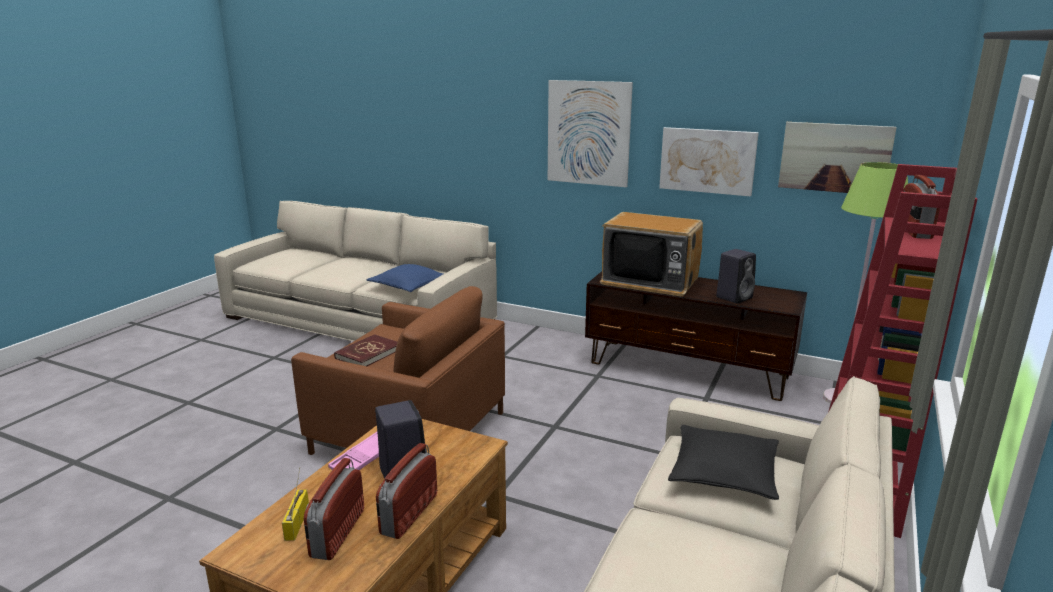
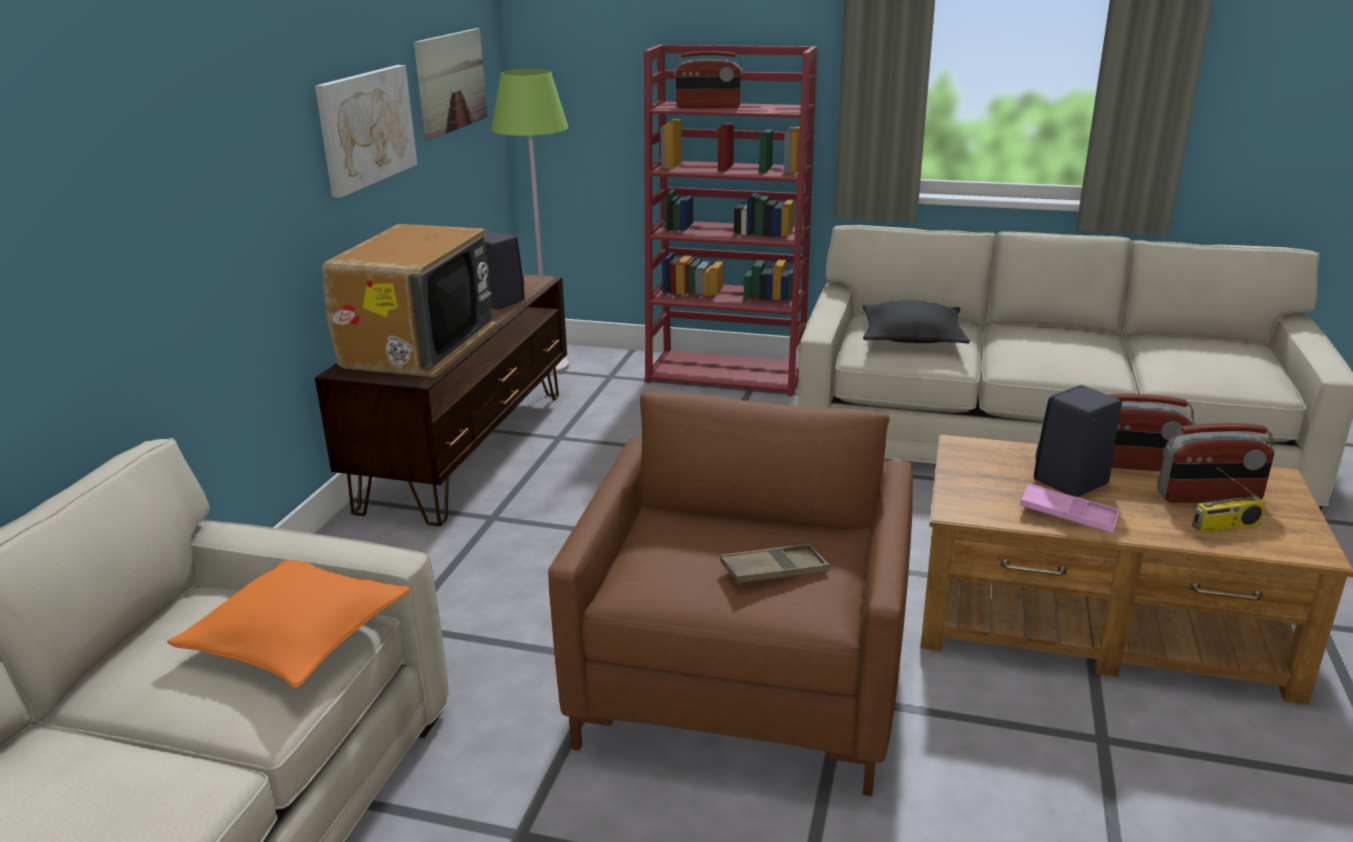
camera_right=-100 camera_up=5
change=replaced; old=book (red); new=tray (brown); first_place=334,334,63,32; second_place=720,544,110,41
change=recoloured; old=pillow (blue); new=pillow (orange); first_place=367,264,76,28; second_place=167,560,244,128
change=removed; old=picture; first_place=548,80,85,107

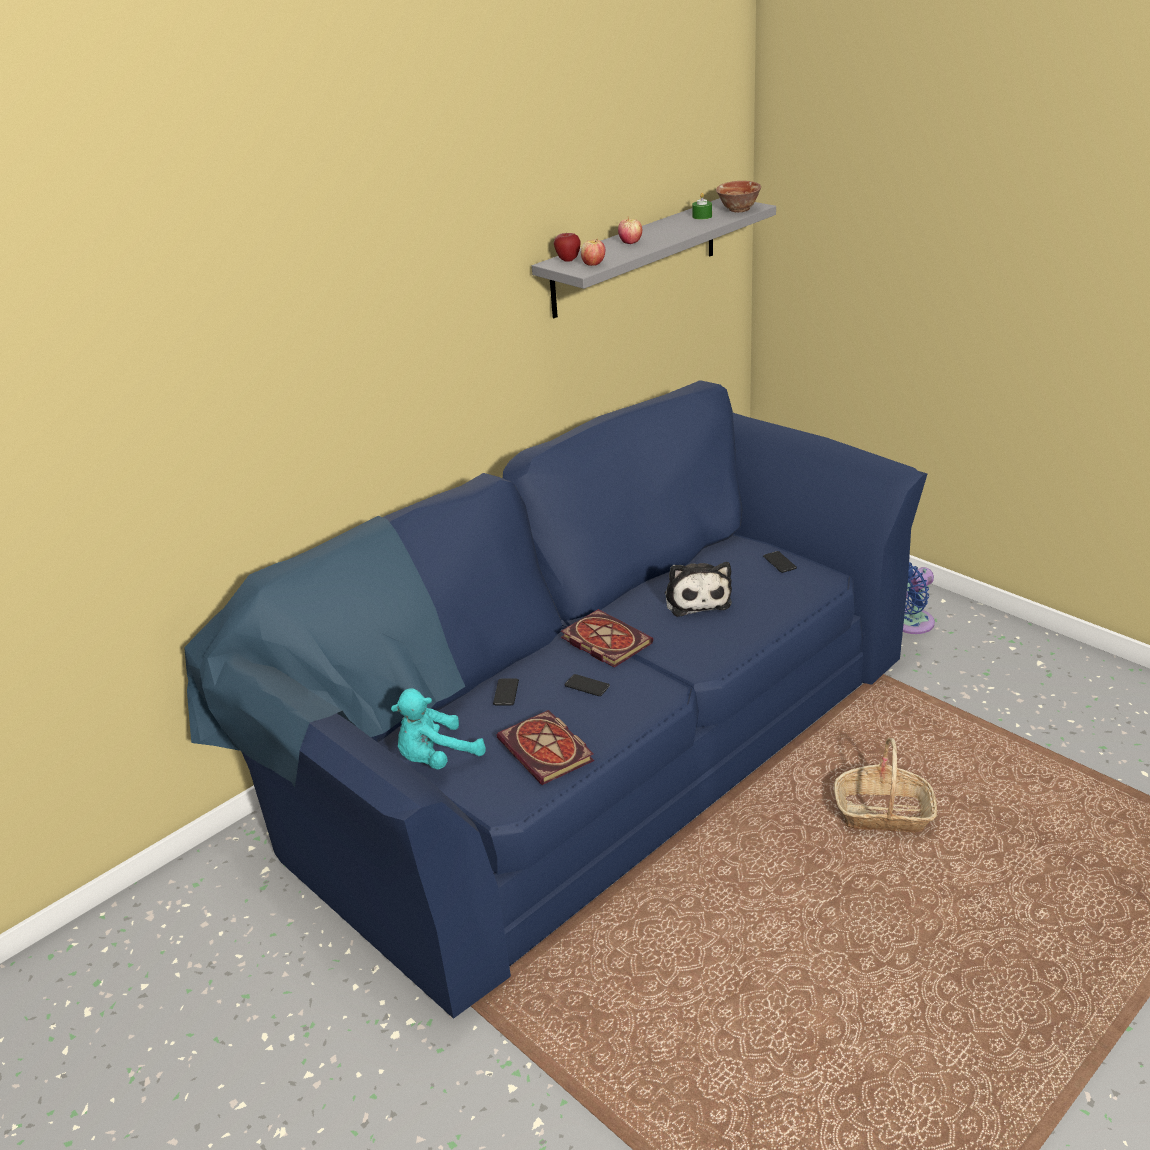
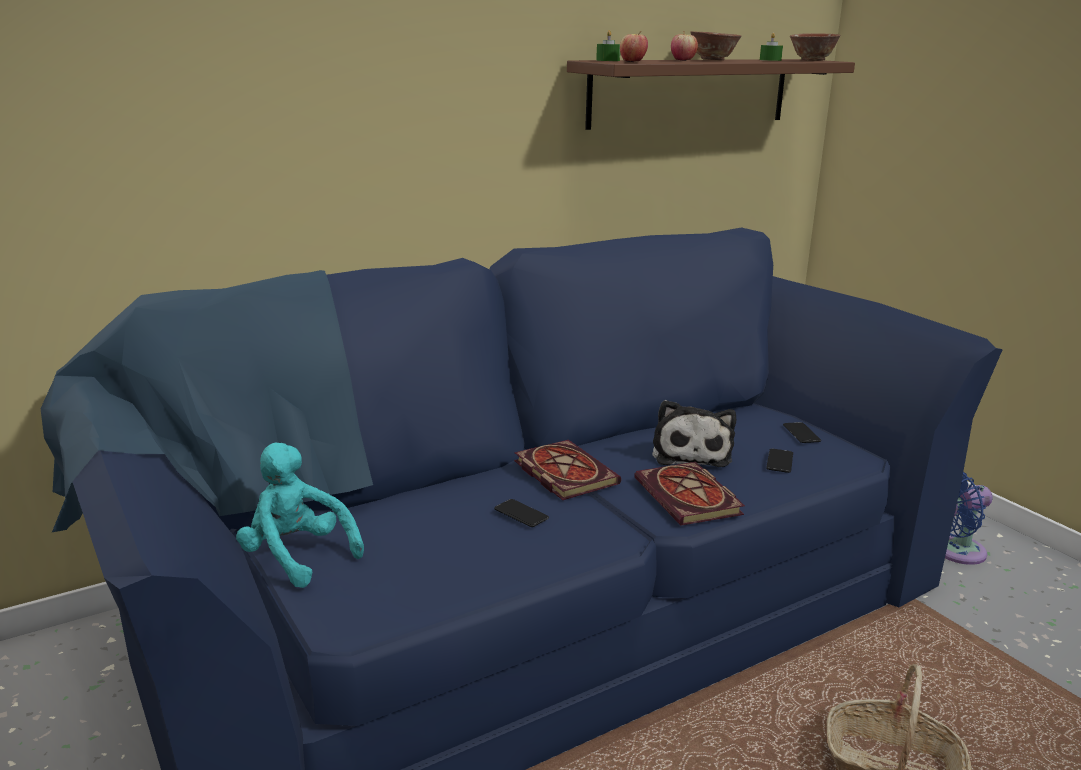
camera_right=10 camera_up=-10
change=turned; old=plush toy (turquoise); first_place=391,688,95,82; second_place=236,443,128,145; degrees=60
change=moved; old=phone; first_place=493,679,26,26; second_place=766,449,27,24
change=moved; old=book; first_place=497,710,97,75; second_place=634,462,111,64
change=recoloured; old=shelf (grey); new=shelf (brown); first_place=532,198,244,120; second_place=567,59,288,71
change=replaced; old=apple; new=candle (green); first_place=554,232,27,30; second_place=596,30,24,31
change=added; new=bowl; second_place=690,31,51,30

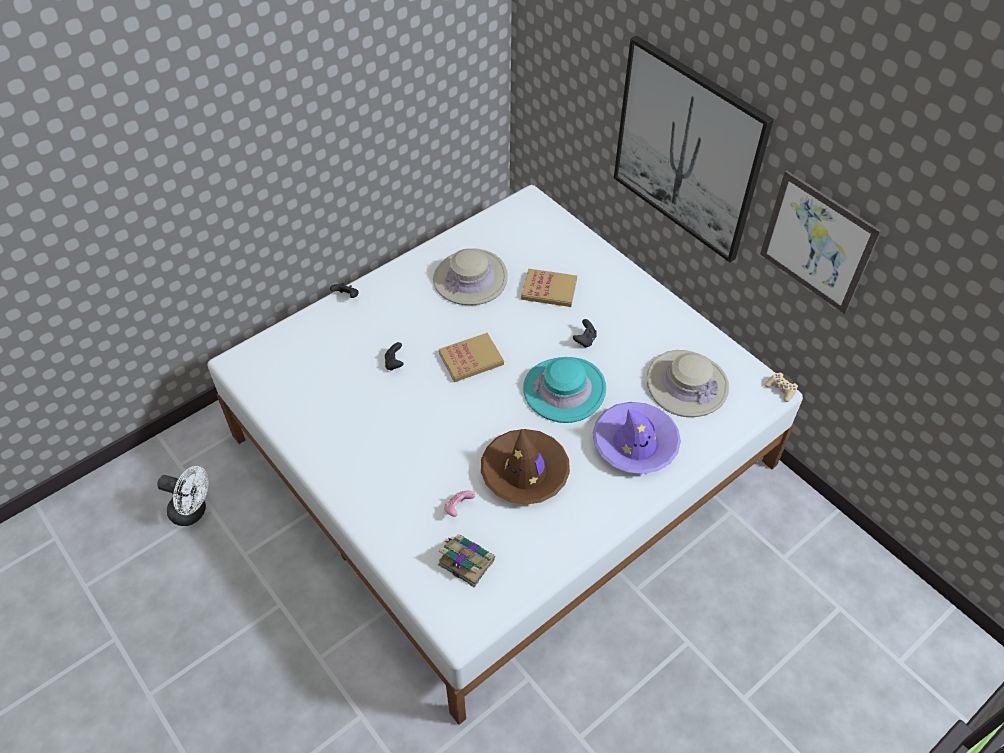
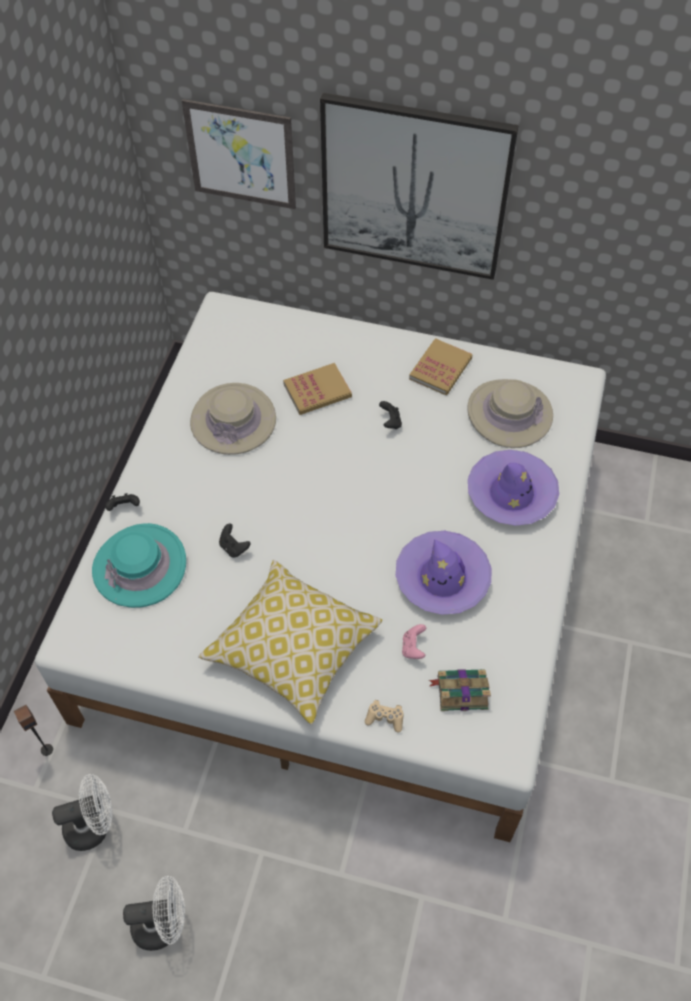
camera_right=-35 camera_up=5
change=moved; old=book; first_place=439,333,65,49; second_place=409,338,63,57
change=recoloured; old=hat (brown); new=hat (purple); first_place=481,429,89,76; second_place=396,531,95,84
change=moved; old=hat (turquoise); first_place=523,357,83,66; second_place=92,523,94,85
change=moved; old=picture; first_place=760,171,121,143; second_place=182,99,114,110
change=moved; old=game controller (beige); first_place=764,372,34,30; second_place=365,700,39,33
change=added; new=speaker; second_place=14,705,39,51
change=added; new=fan (white); second_place=123,876,62,75
change=added; new=pillow; second_place=198,560,184,165

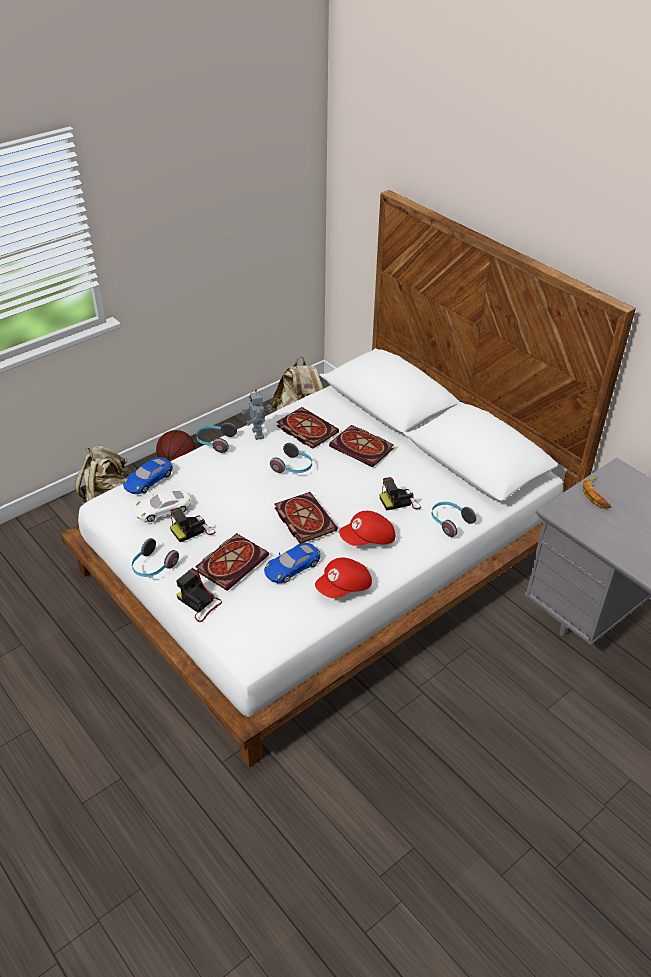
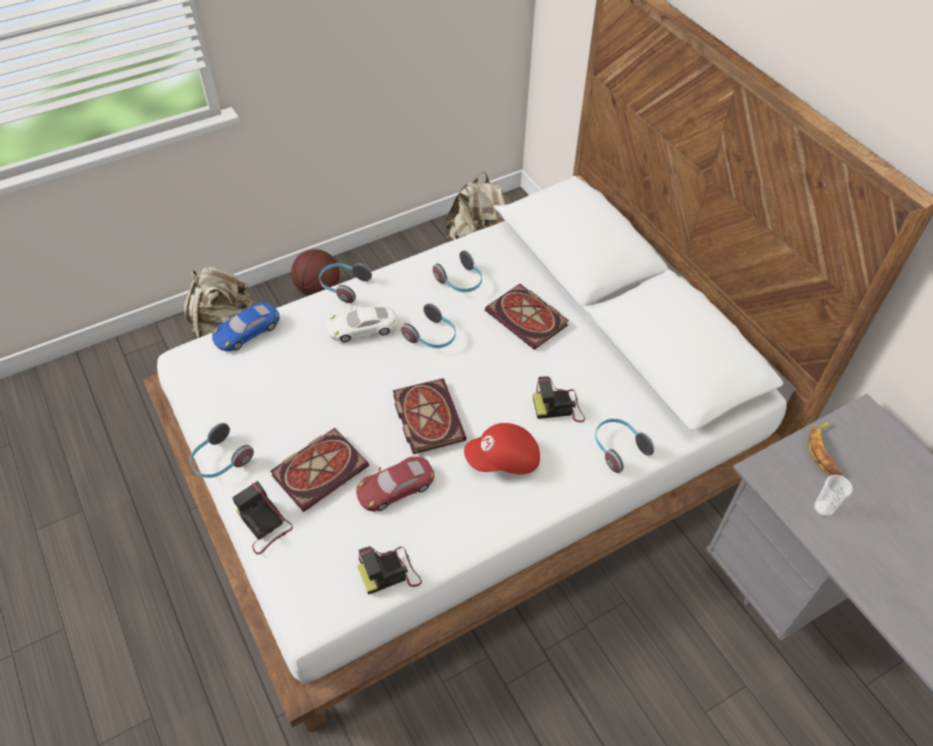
camera_right=10 camera_up=10
change=moved; old=toy car (white); first_place=134,489,58,33; second_place=327,305,70,37
change=moved; old=photo camera; first_place=170,508,45,34; second_place=357,546,65,49
change=removed; old=toy robot; first_place=242,389,30,51
change=recoloured; old=toy car (blue); new=toy car (red); first_place=264,543,56,40; second_place=356,457,78,55
change=replaced; old=book; new=headphones; first_place=277,407,62,42; second_place=433,250,49,42
change=removed; old=cap (red); first_place=315,558,57,40
change=added; new=cup; second_place=814,475,38,42

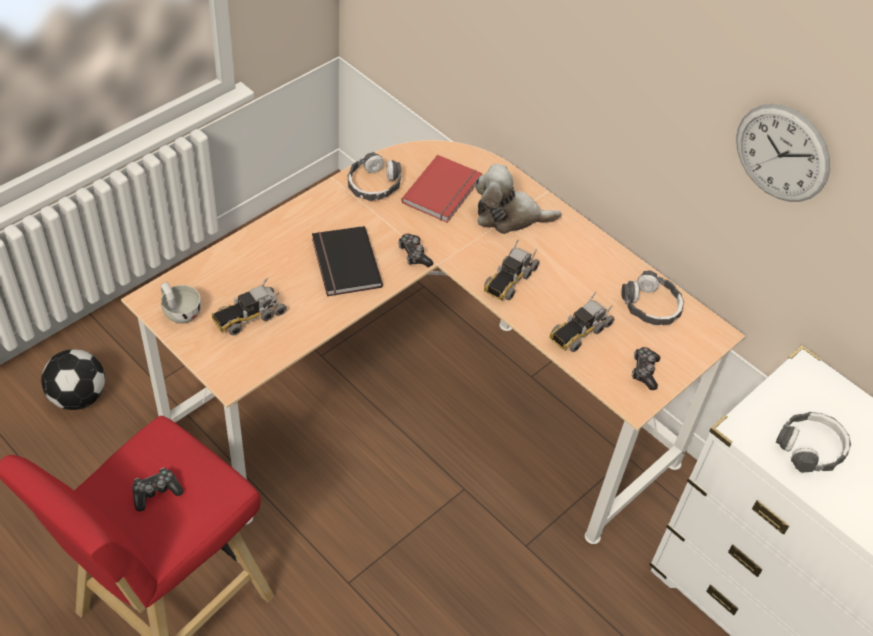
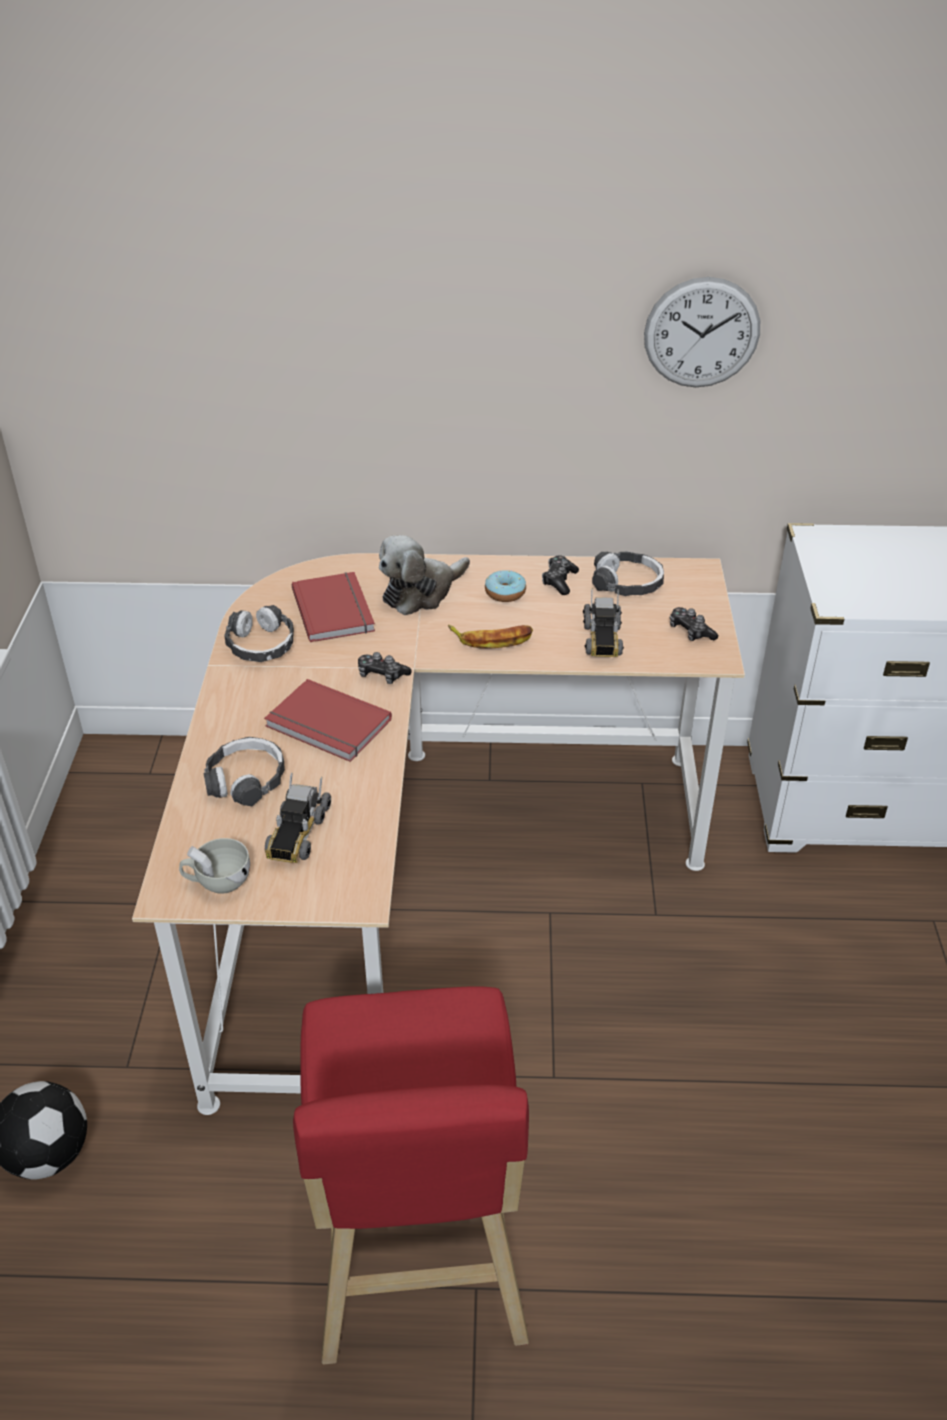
camera_right=-40 camera_up=-10
change=moved; old=game controller; first_place=132,468,51,44; second_place=542,556,37,39
change=recoloured; old=book (black); new=book (red); first_place=312,226,71,70; second_place=264,679,128,83
change=replaced; old=toy truck; new=banana; first_place=484,239,55,62; second_place=448,625,85,24
change=moved; old=headphones; first_place=776,412,75,61; second_place=204,737,81,69
change=added; new=donut; second_place=485,570,41,32

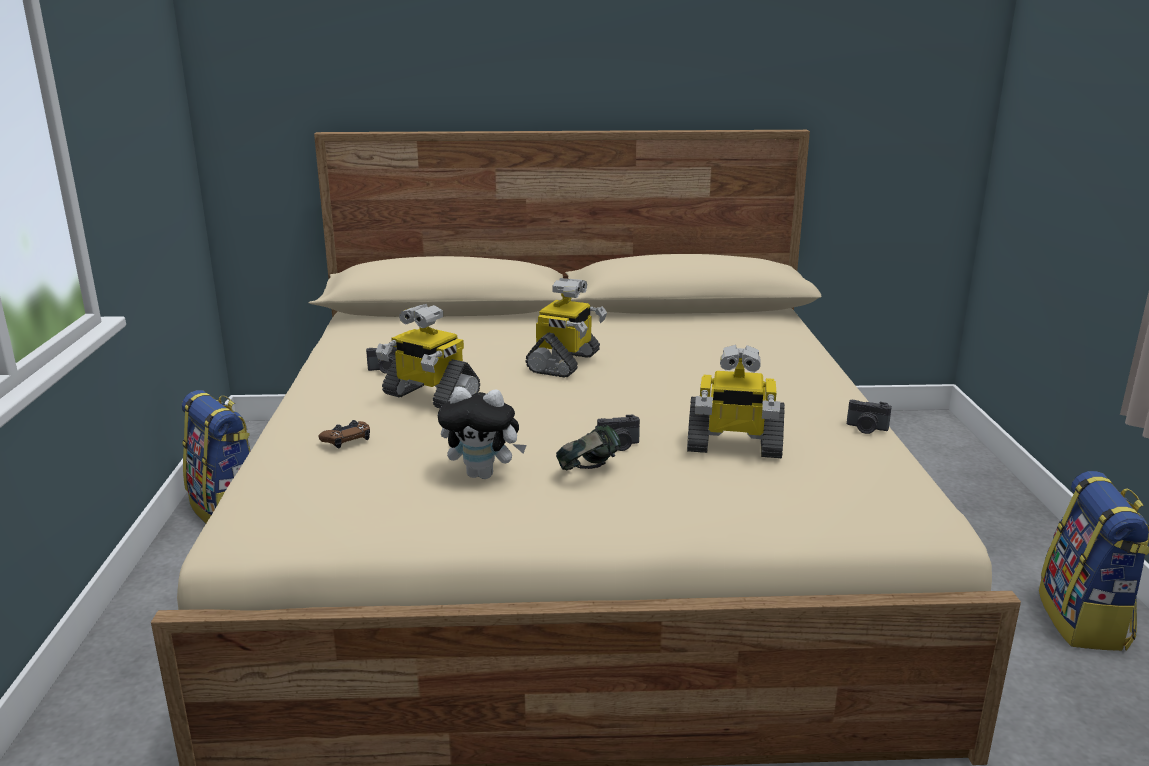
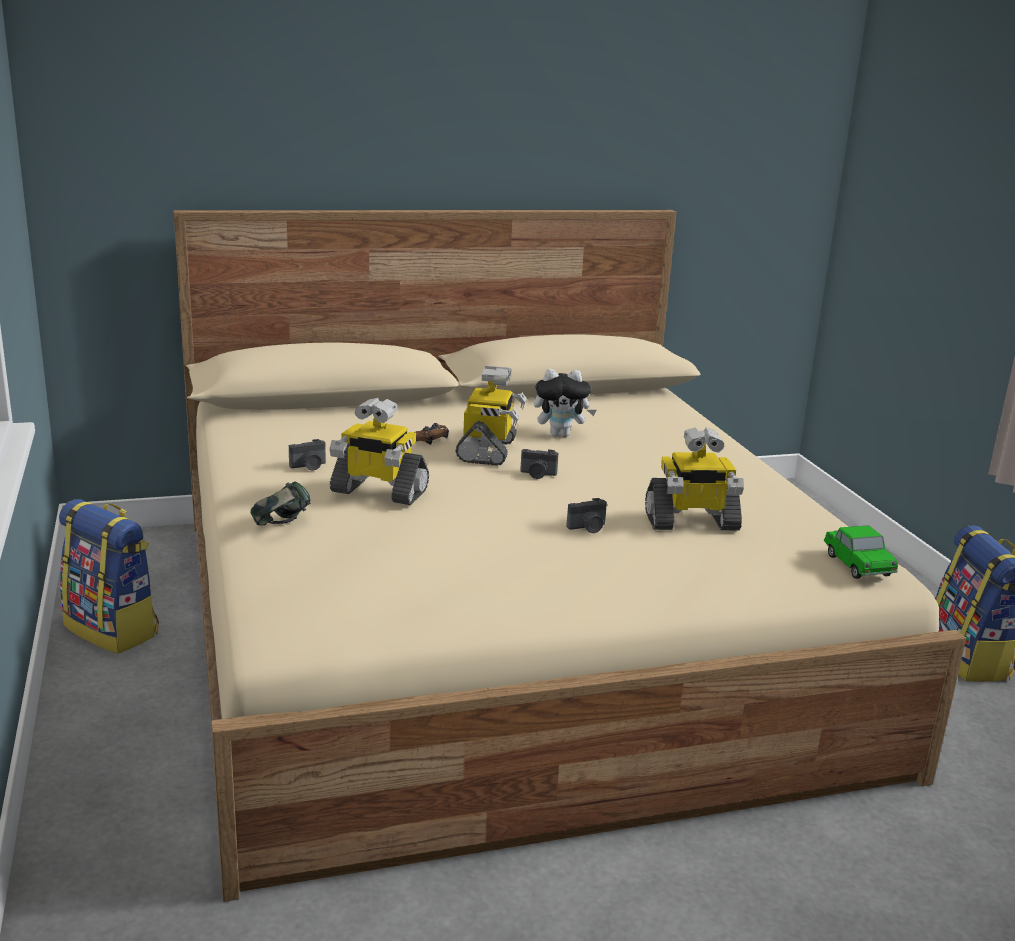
camera_right=-15 camera_up=0
change=moved; old=game controller (brown); first_place=318,420,52,28; second_place=415,423,34,22
change=moved; old=plush toy; first_place=438,387,89,92; second_place=534,369,62,68
change=moved; old=headphones; first_place=556,424,65,46; second_place=250,481,61,45
change=moved; old=photo camera; first_place=847,400,45,34; second_place=520,449,38,30
change=added; new=toy car; second_place=824,525,74,54

